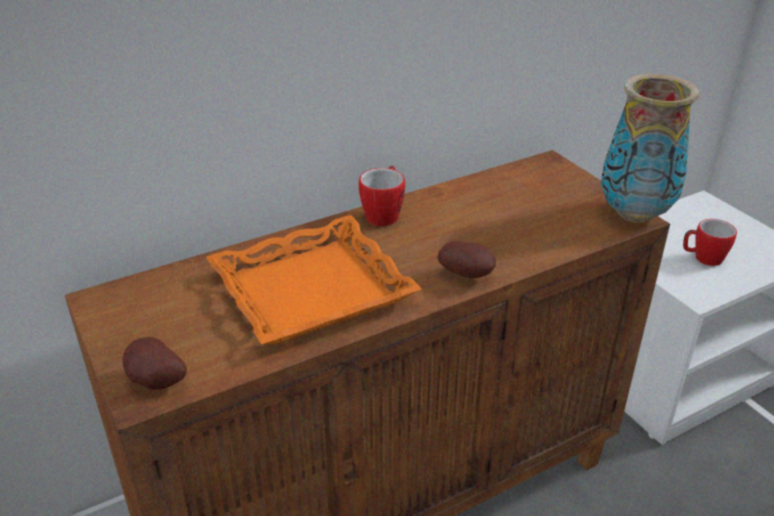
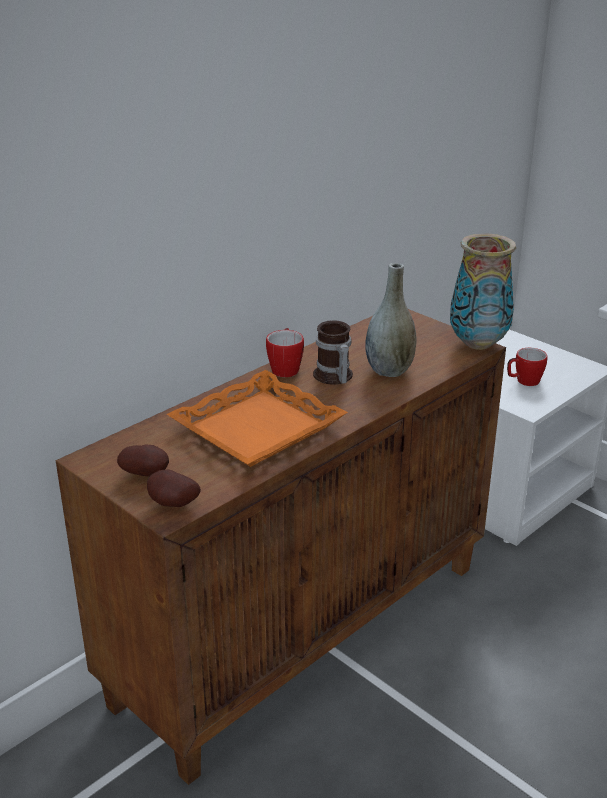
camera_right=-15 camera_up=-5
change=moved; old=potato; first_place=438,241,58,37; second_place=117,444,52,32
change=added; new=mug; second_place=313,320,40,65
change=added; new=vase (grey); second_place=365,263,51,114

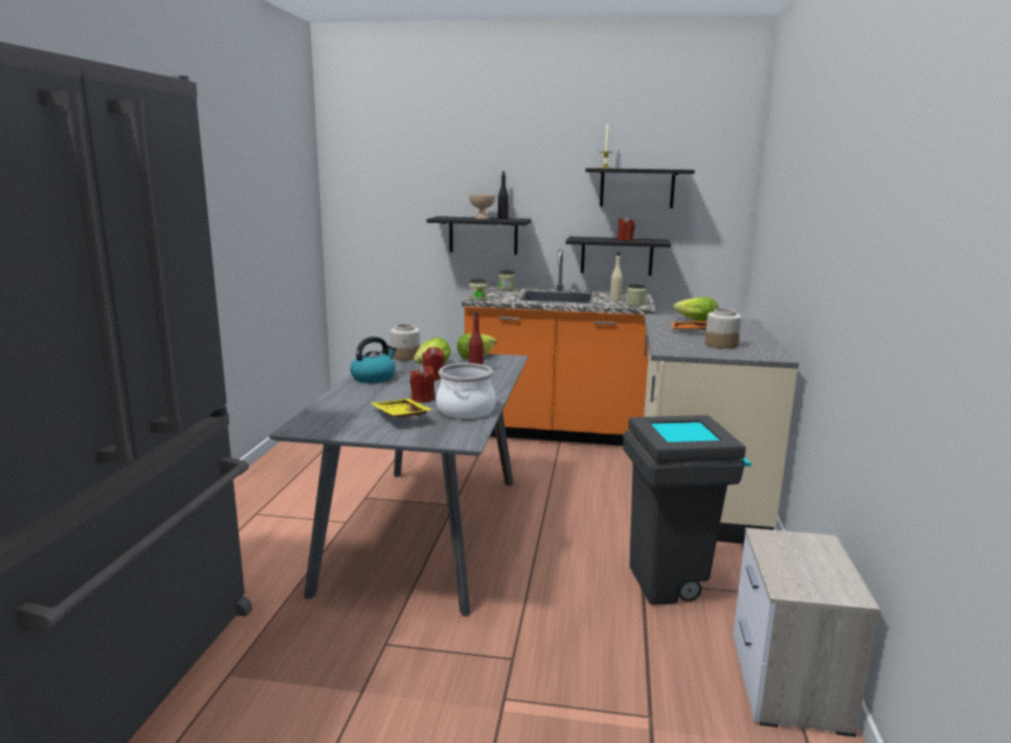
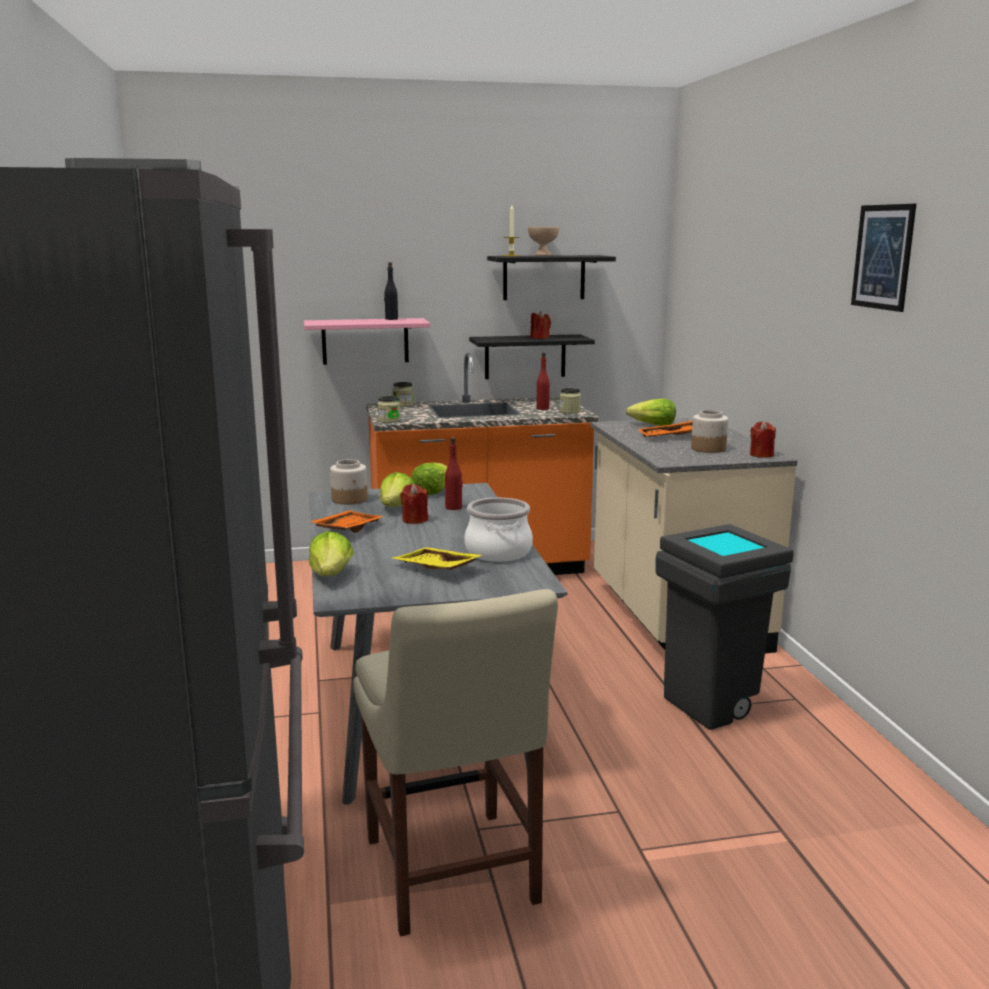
camera_right=-20 camera_up=0
change=replaced; old=kettle; new=tray (orange); first_place=350,336,47,47; second_place=309,510,75,23
change=moved; old=candle (red); first_place=410,366,25,37; second_place=750,421,26,37
change=recoloured; old=shelf (black); new=shelf (pink); first_place=426,216,105,39; second_place=304,318,126,47
change=moved; old=bowl (beige); first_place=469,195,27,24; second_place=528,227,31,29
change=recoloured; old=bottle (beige); new=bottle (red); first_place=610,252,13,49; second_place=537,353,13,57
change=removed; old=nightstand; first_place=733,528,147,209
change=added; new=lettuce; second_place=309,531,44,45
change=added; new=chair (beige); second_place=353,589,205,348
change=added; new=picture; second_place=851,204,65,108

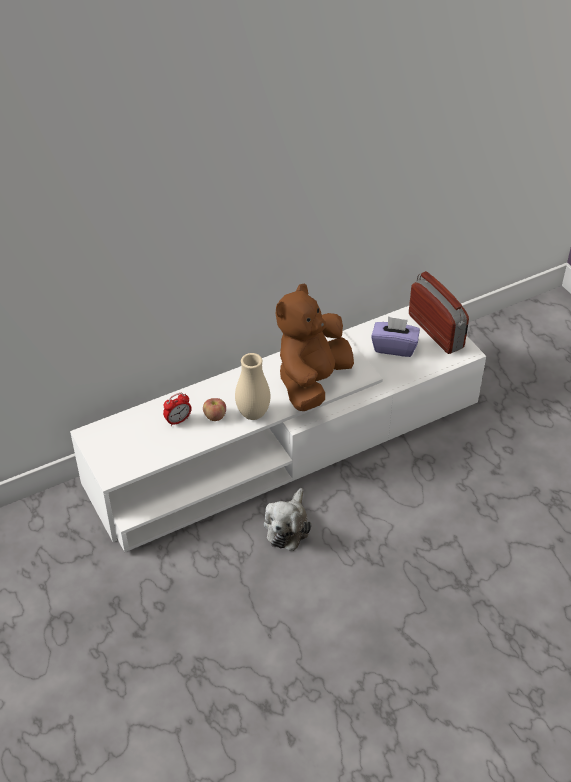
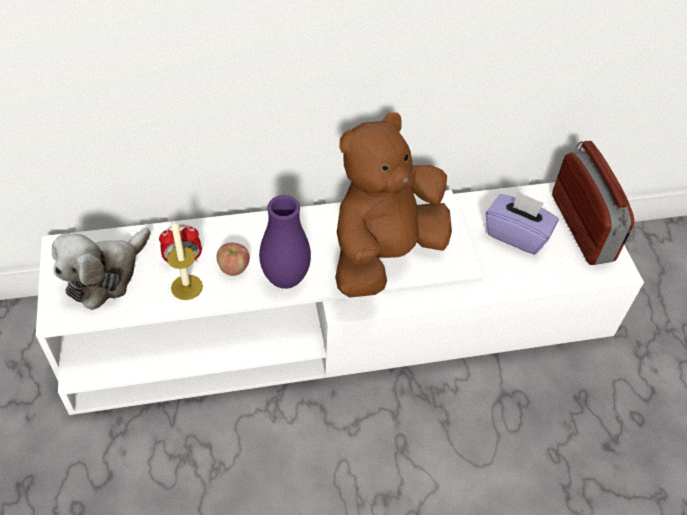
camera_right=15 camera_up=5
change=recoloured; old=vase (beige); new=vase (purple); first_place=235,353,36,67; second_place=259,195,52,94
change=moved; old=plush toy; first_place=264,488,47,63; second_place=52,228,98,82
change=added; new=candle; second_place=167,221,36,79

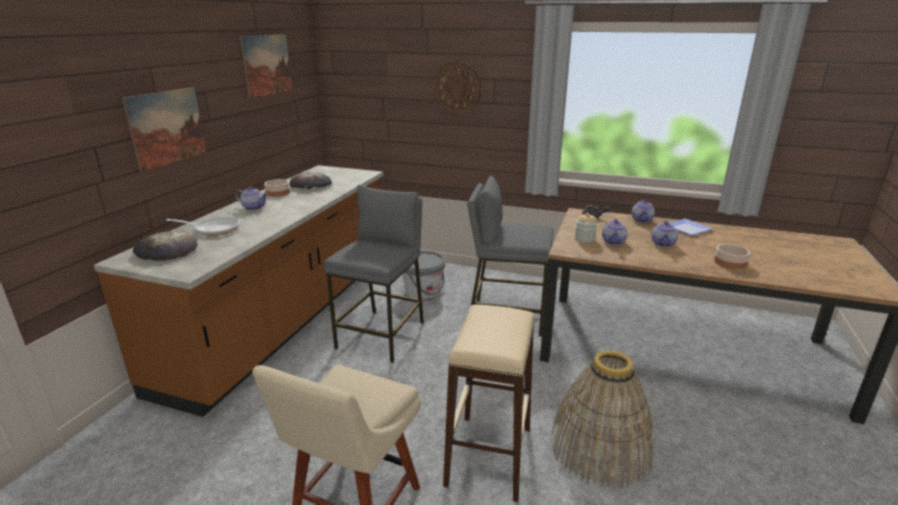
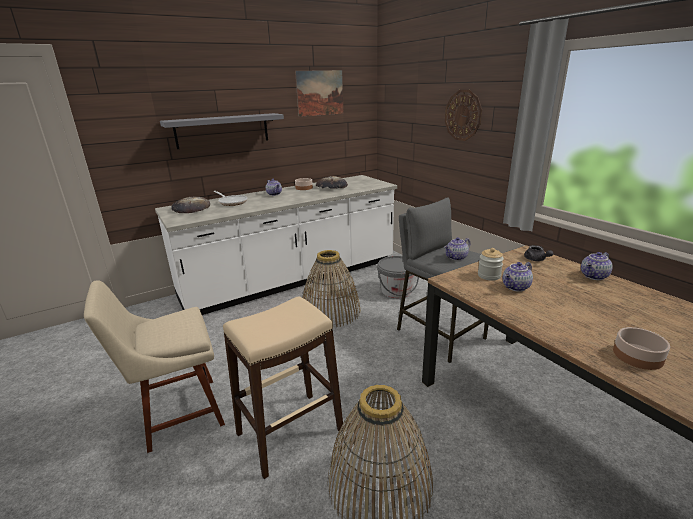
camera_right=40 camera_up=0
change=recoloured; old=counter (brown); new=counter (white); first_place=94,165,289,252; second_place=155,175,242,140
change=replaced; old=picture; new=shelf (grey); first_place=122,87,84,85; second_place=160,113,124,36
change=replaced; old=stool (grey); new=basket; first_place=324,185,100,178; second_place=303,250,58,78
change=moved; old=teapot; first_place=651,221,27,26; second_place=444,237,27,24
change=removed; old=plate; first_place=669,219,44,16

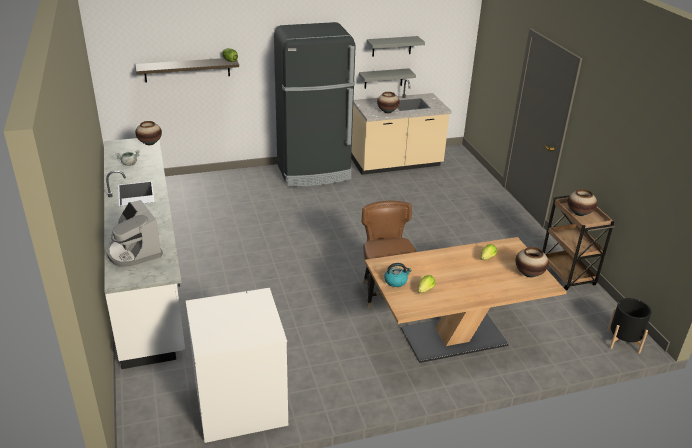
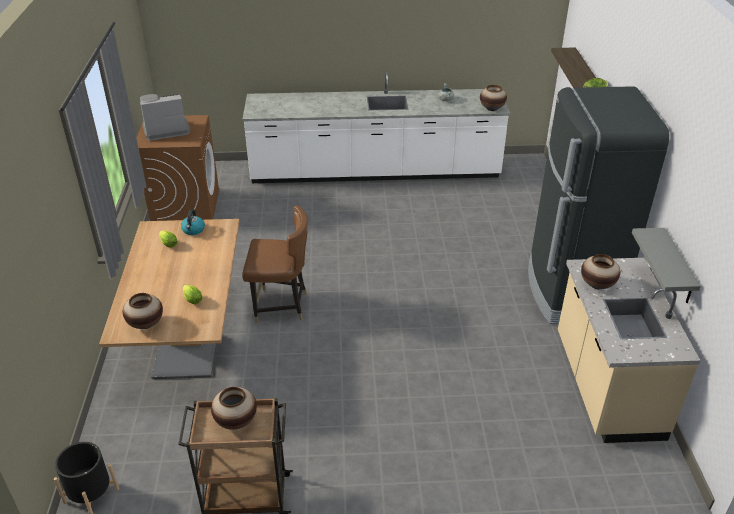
camera_right=105 camera_up=5
change=moved; old=coffee machine; first_place=107,200,56,68; second_place=140,94,50,47
change=recoloured; old=washing machine (white); new=washing machine (brown); first_place=186,288,102,155; second_place=137,115,82,106
change=removed; old=shelf (grey); first_place=367,36,58,21

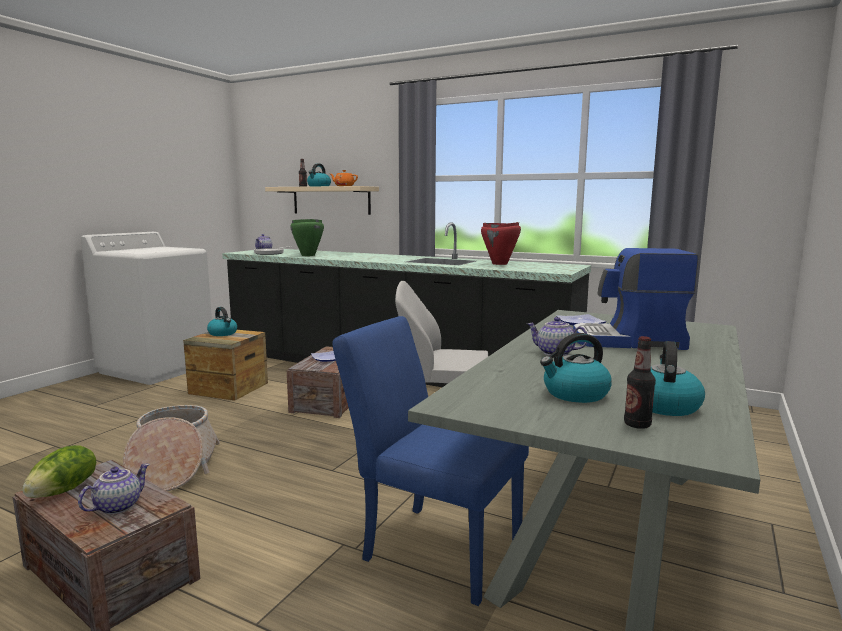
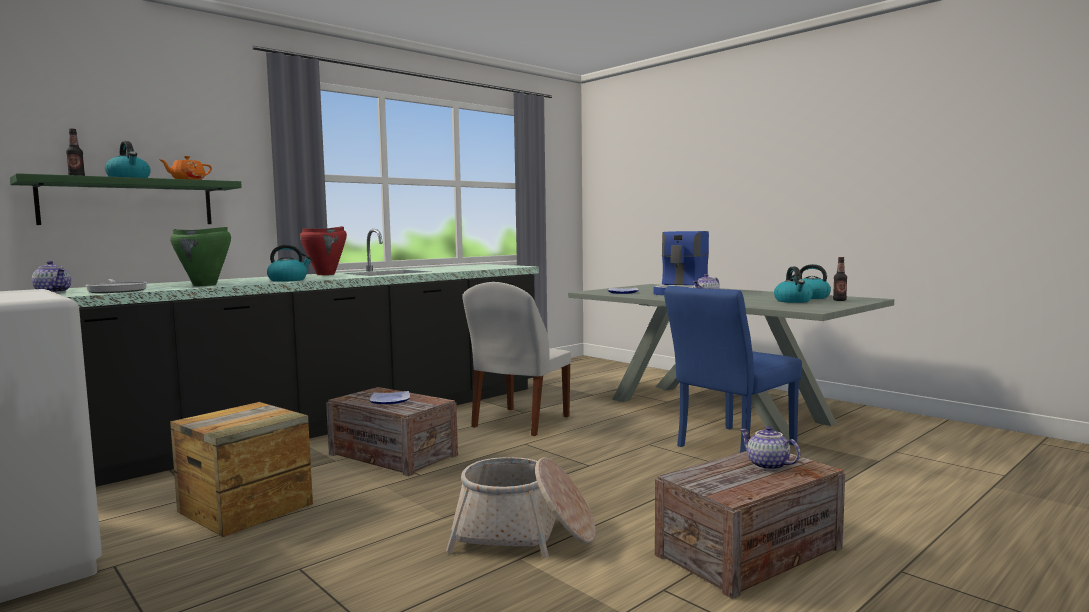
camera_right=-70 camera_up=-5
change=removed; old=lettuce; first_place=22,445,74,53
change=moved; old=kettle; first_place=207,307,30,29; second_place=267,245,45,37
change=recoloured; old=shelf (beige); new=shelf (green); first_place=265,186,114,29; second_place=10,173,232,52
change=moved; old=cooking pot (red); first_place=481,222,40,43; second_place=300,226,47,49

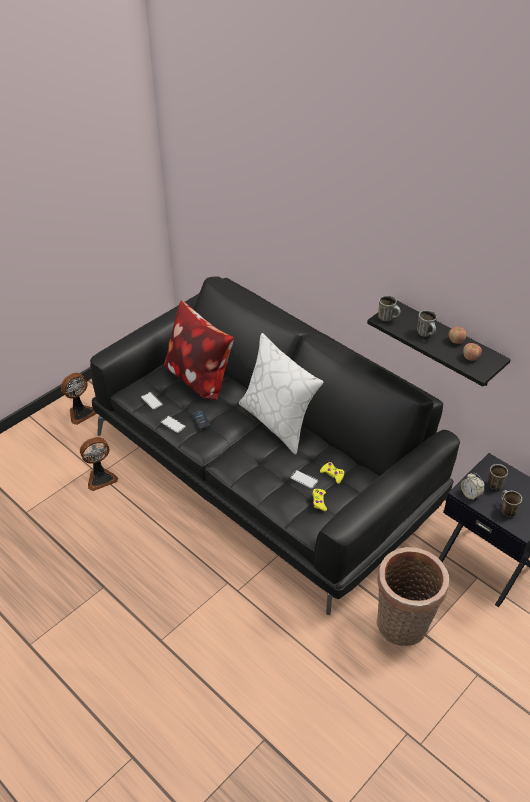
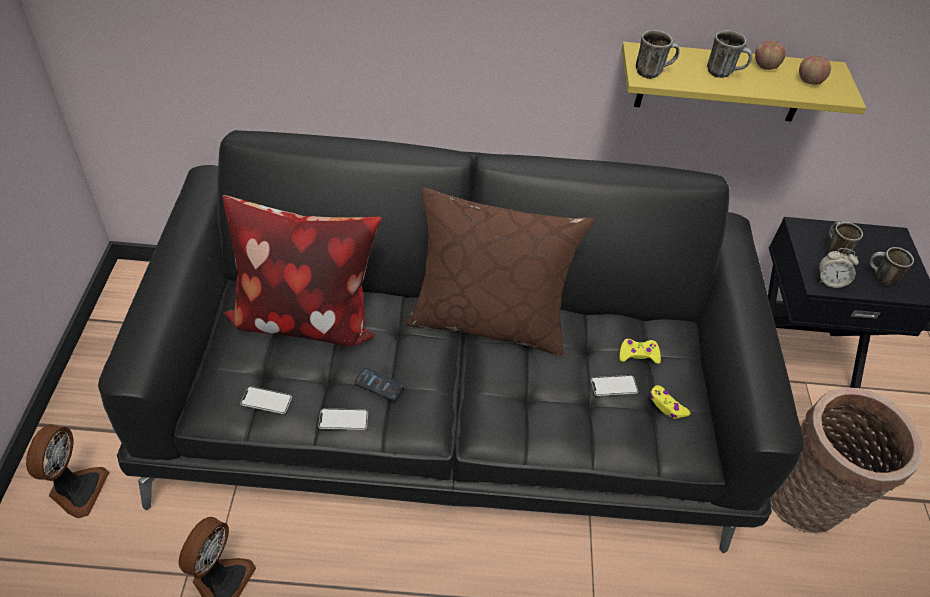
camera_right=-45 camera_up=5
change=recoloured; old=pillow (white); new=pillow (brown); first_place=239,333,85,122; second_place=406,187,188,169
change=recoloured; old=shelf (black); new=shelf (yellow); first_place=367,301,144,85; second_place=622,42,244,79

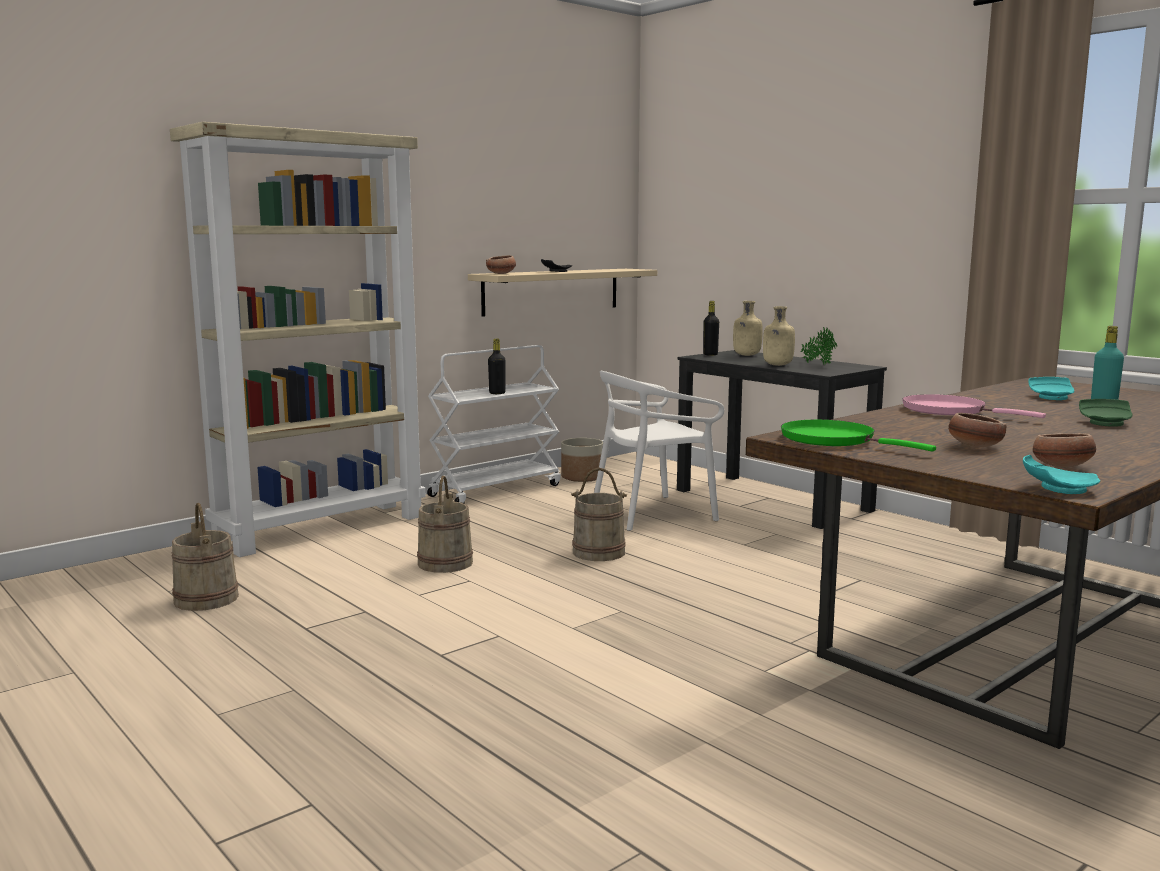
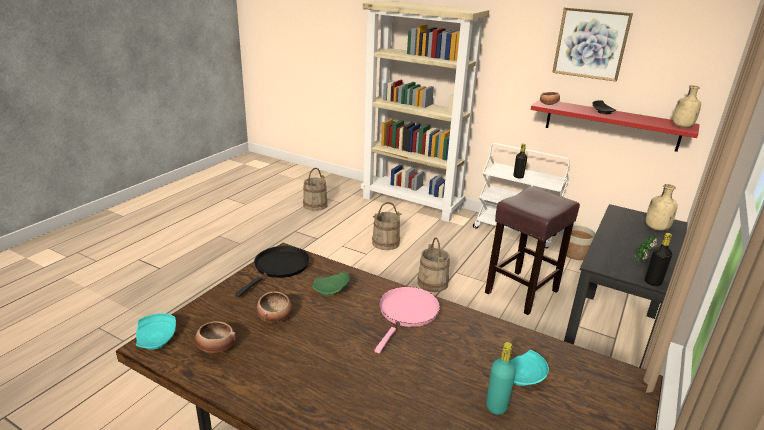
camera_right=70 camera_up=15
change=recoloured; old=shelf (beige); new=shelf (red); first_place=468,269,189,48; second_place=531,99,169,53
change=replaced; old=chair (white); new=stool (brown); first_place=594,371,130,160; second_place=485,186,95,129
change=moved; old=bottle (black); first_place=703,301,16,55; second_place=645,233,27,53
change=moved; old=bottle (beige); first_place=763,306,32,60; second_place=673,85,28,43
change=recoloured; old=frying pan (green); new=frying pan (black); first_place=781,420,155,31; second_place=235,246,75,51
change=moved; old=plate (green); first_place=1079,399,54,28; second_place=312,271,38,25
change=added; new=picture; second_place=552,7,81,75

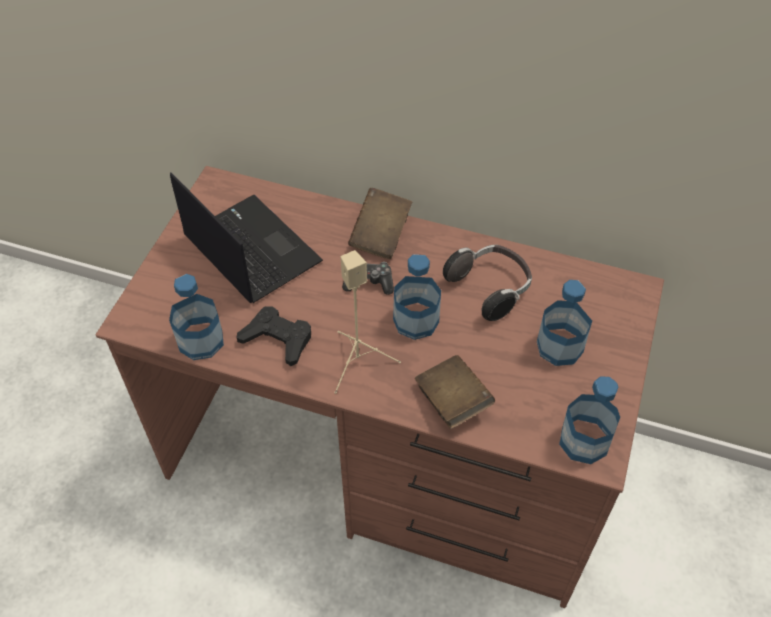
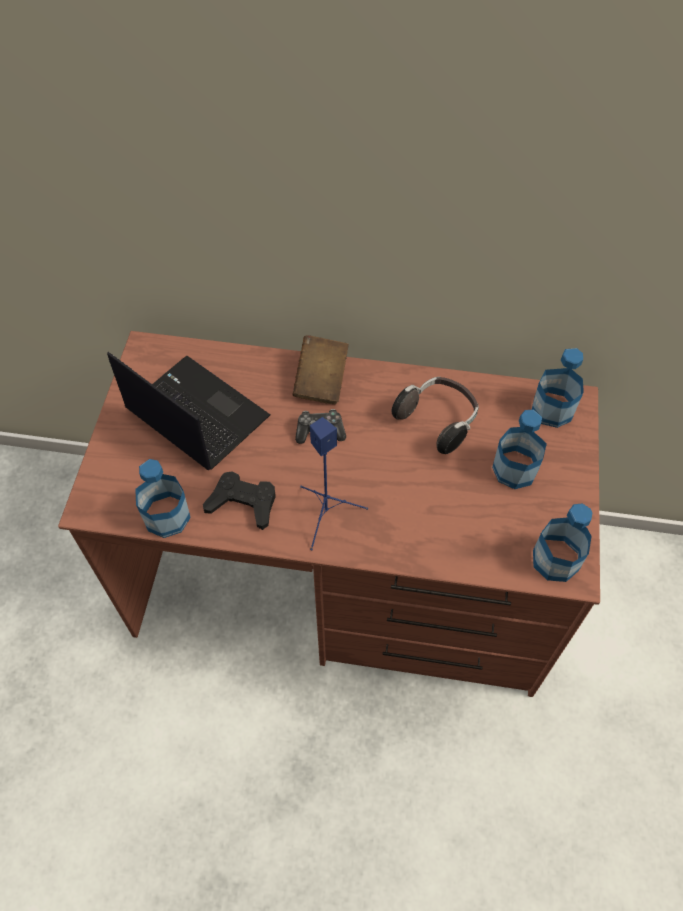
camera_right=-10 camera_up=5
change=recoloured; old=speaker (beige); new=speaker (blue); first_place=334,250,67,144; second_place=300,417,68,133
change=moved; old=bottle; first_place=393,254,48,86; second_place=532,348,52,80
change=removed; old=book (brown); first_place=415,355,80,74

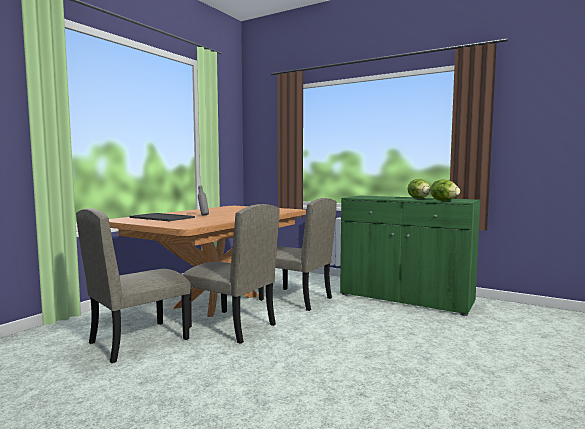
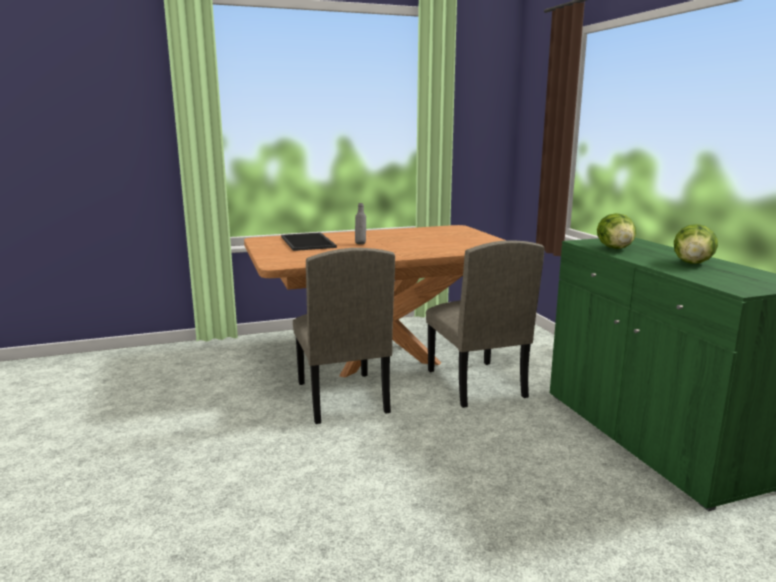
camera_right=40 camera_up=10
change=removed; old=chair (beige); first_place=76,208,115,155
change=moved; old=lettuce; first_place=430,180,30,21; second_place=597,213,39,36

